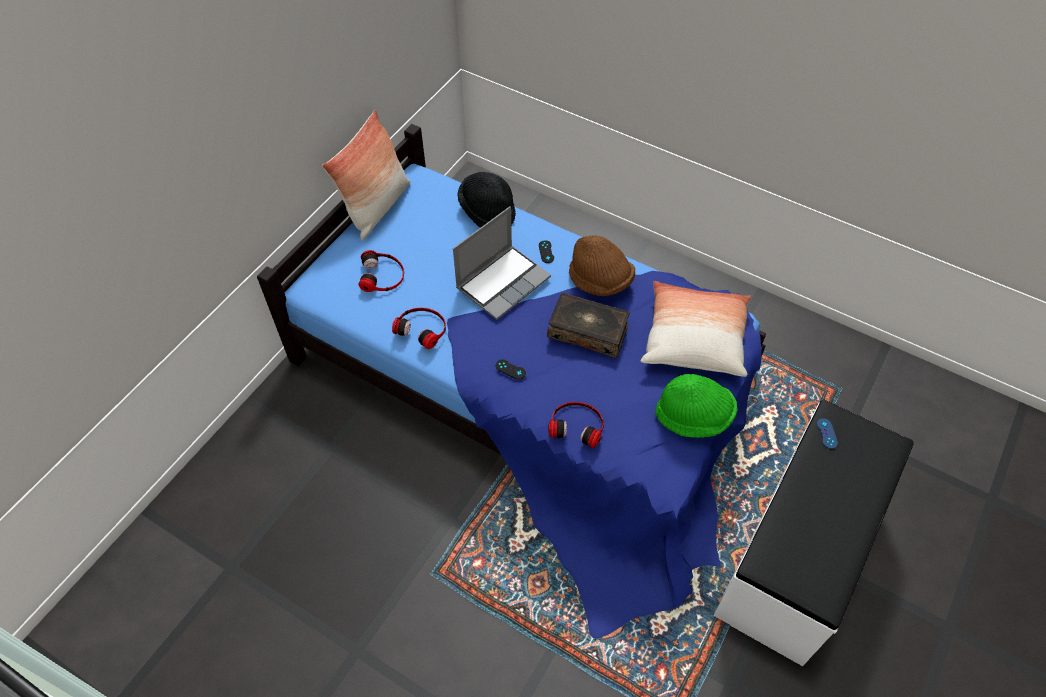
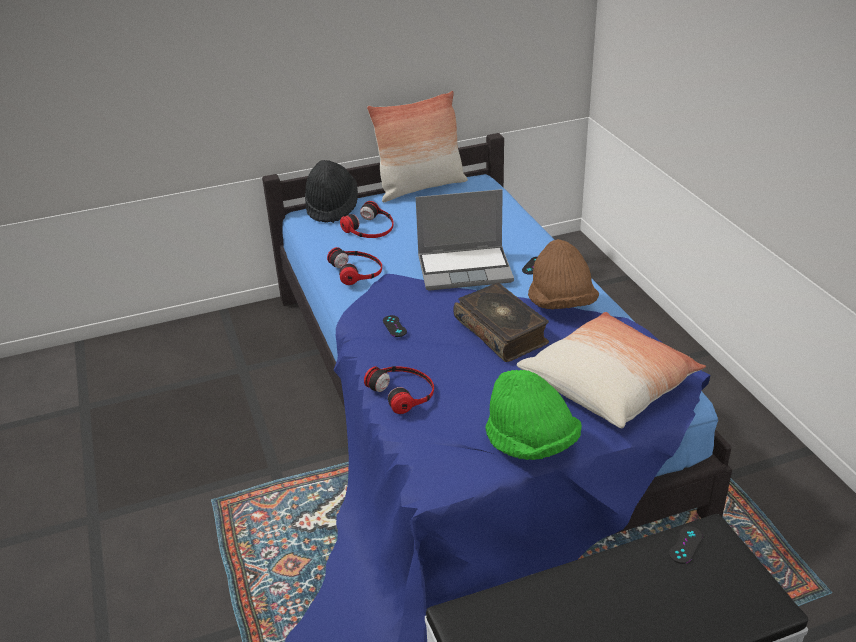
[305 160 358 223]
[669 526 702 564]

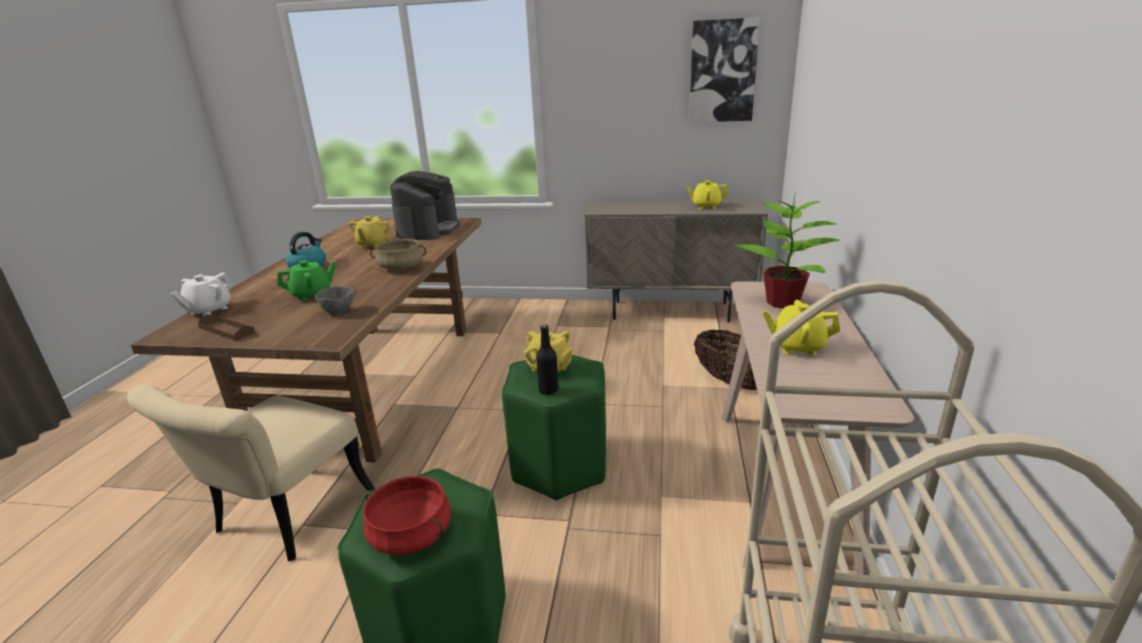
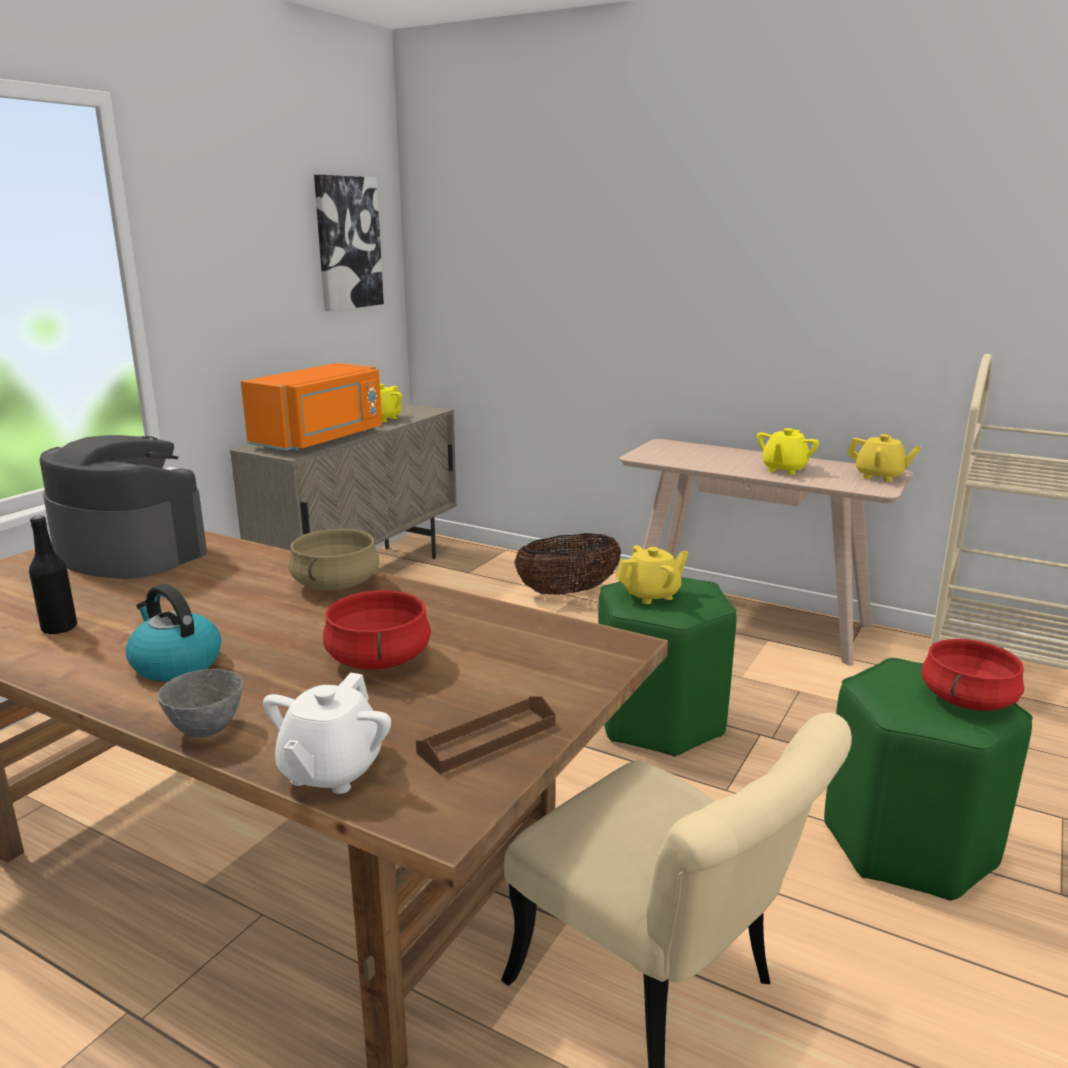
[263 672 391 794]
[323 590 431 670]
[158 669 243 737]
[847 434 921 482]
[29 516 77 635]
[735 191 841 309] (first image)
[241 362 382 451]

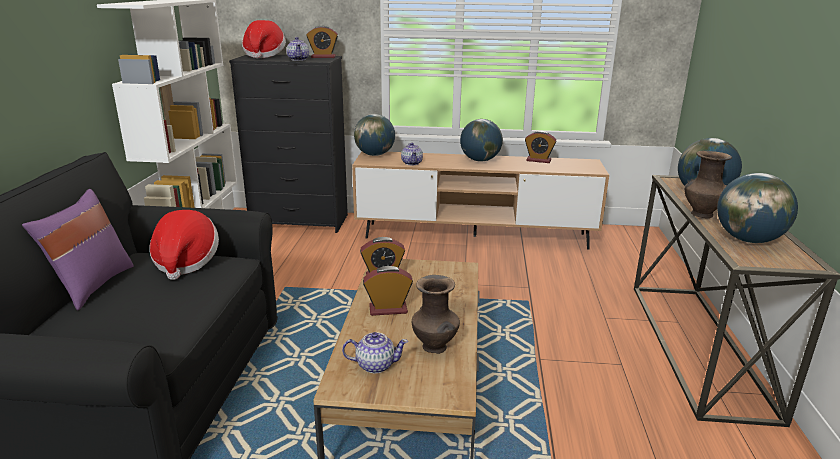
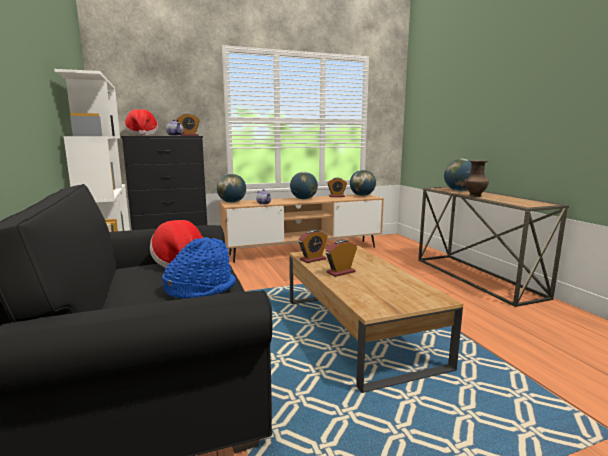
[22 189 134 310] (first image)
[342 332 408 373] (first image)
[412 275 460 354] (first image)
[350 170 376 196]
[162 237 236 299]

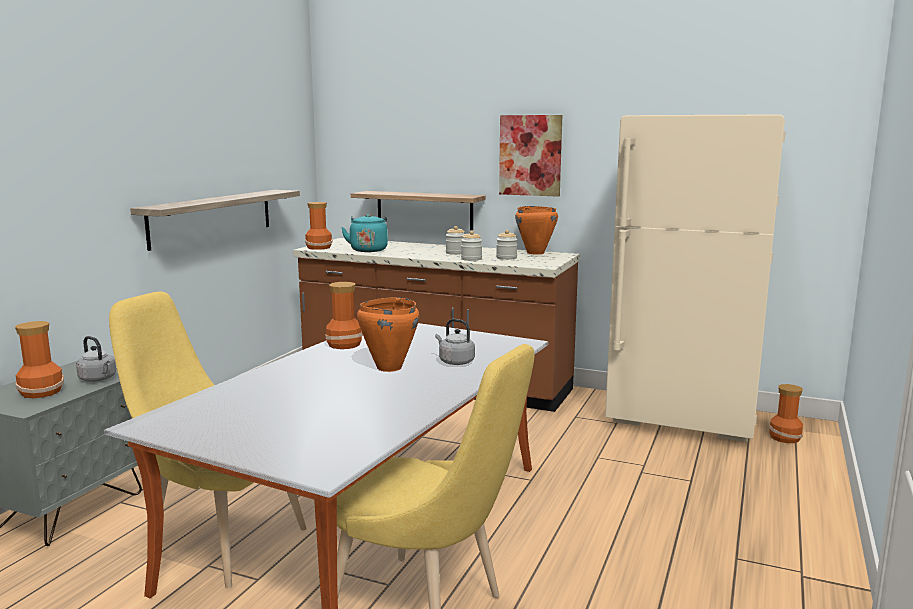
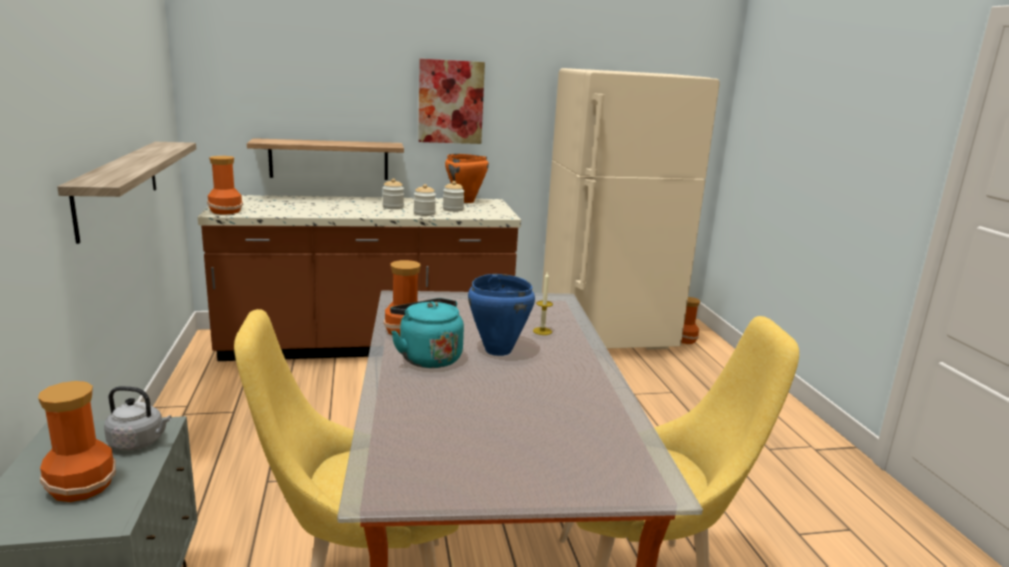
[390 298 464 368]
[468 274 535 356]
[533 272 553 335]

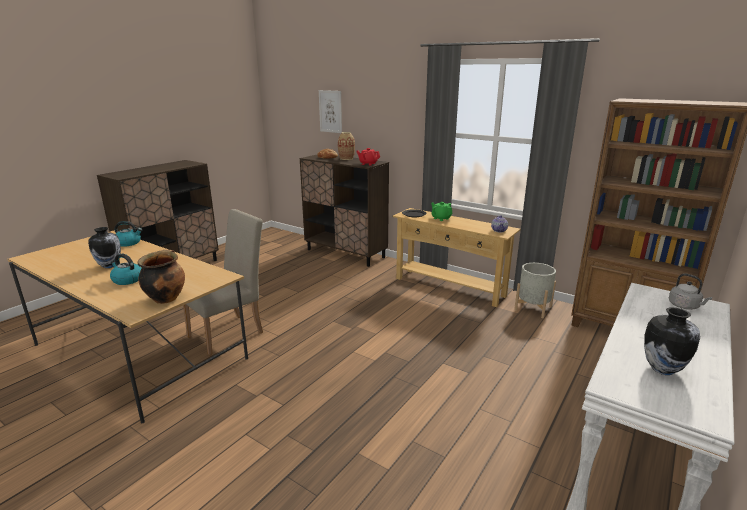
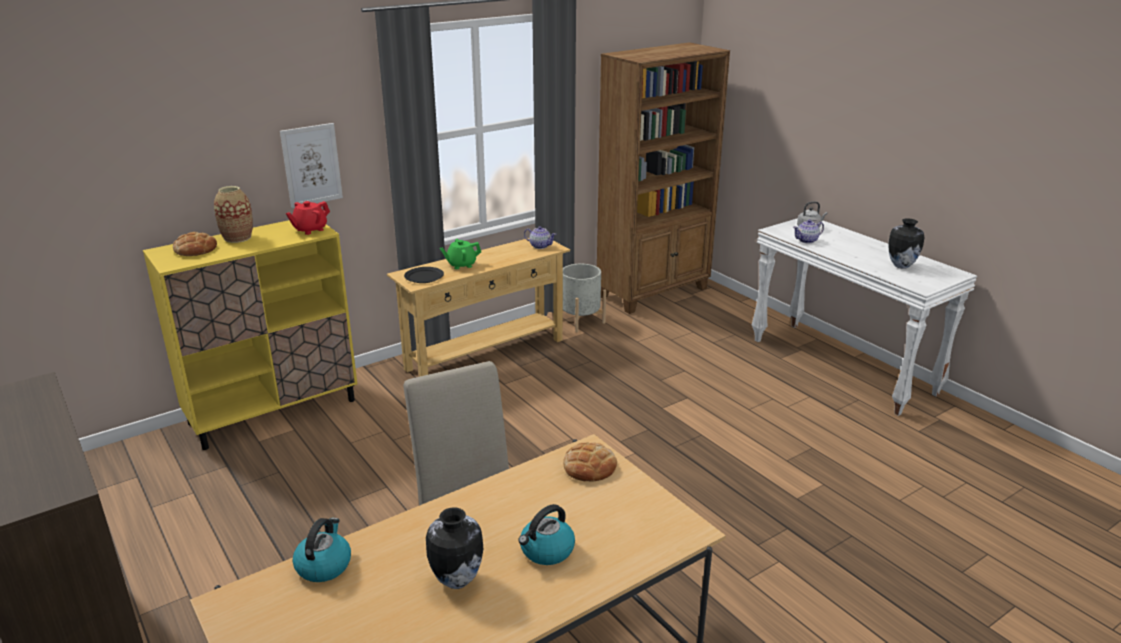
[138 249 185 304] (first image)
[143 220 357 450]
[280 123 343 208]
[563 442 617 482]
[793 219 824 243]

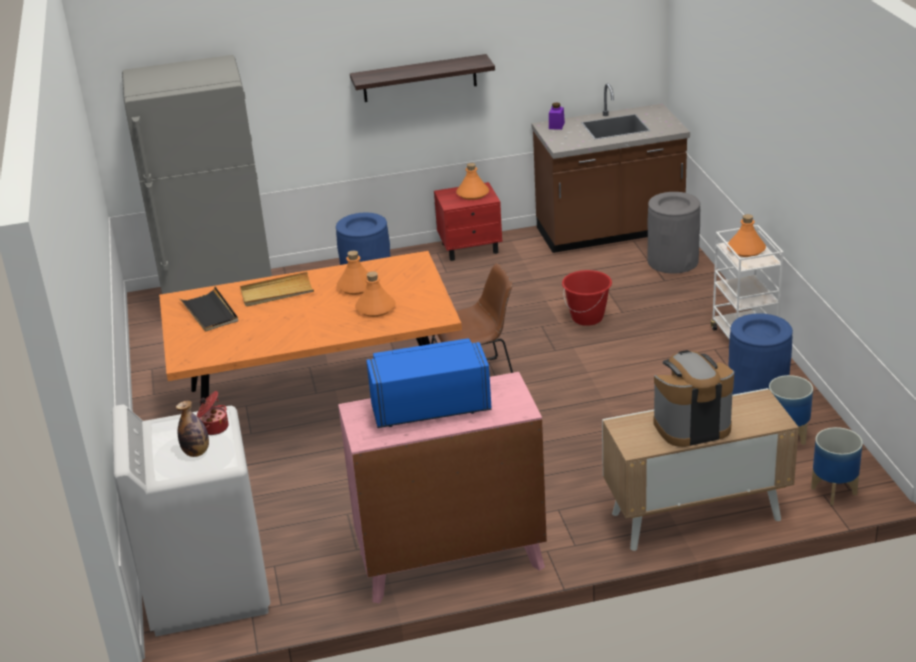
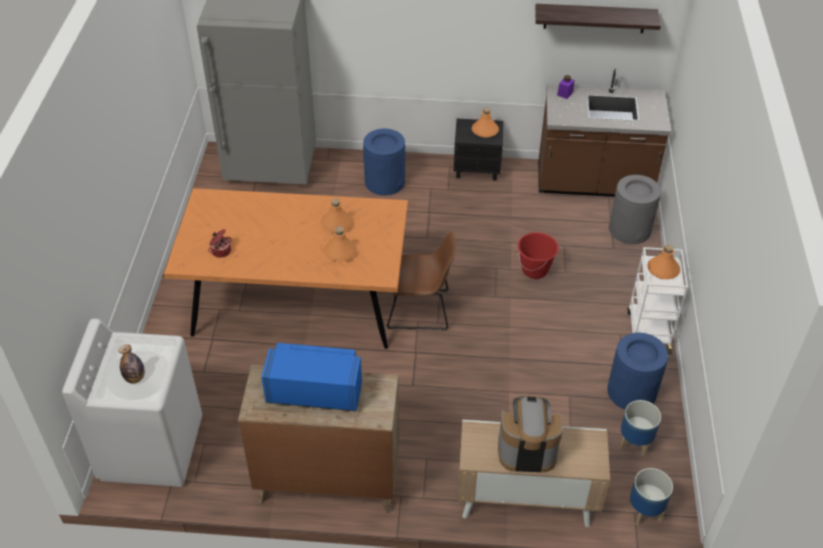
[178 286 238 332] (first image)
[208 229 232 258]
[240 272 314 307] (first image)
[238 365 399 513]
[535 4 661 33]
[453 119 503 181]

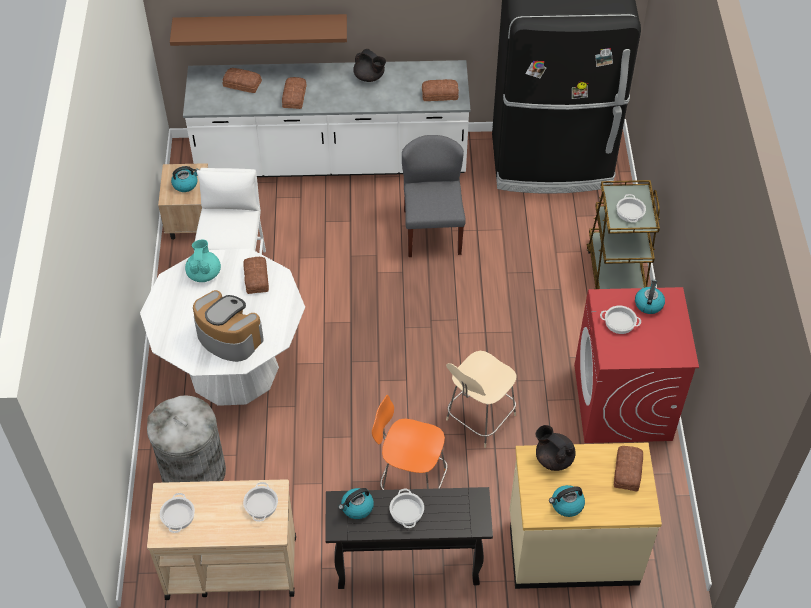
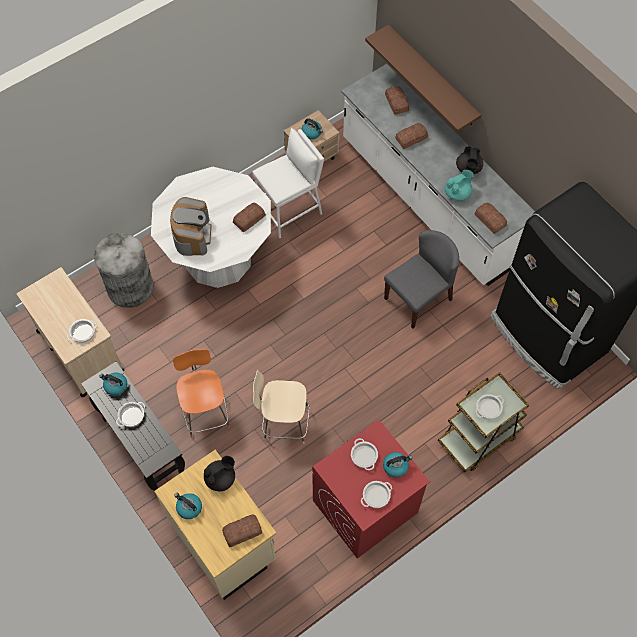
[361 481 392 508]
[445 170 474 201]
[204 456 235 491]

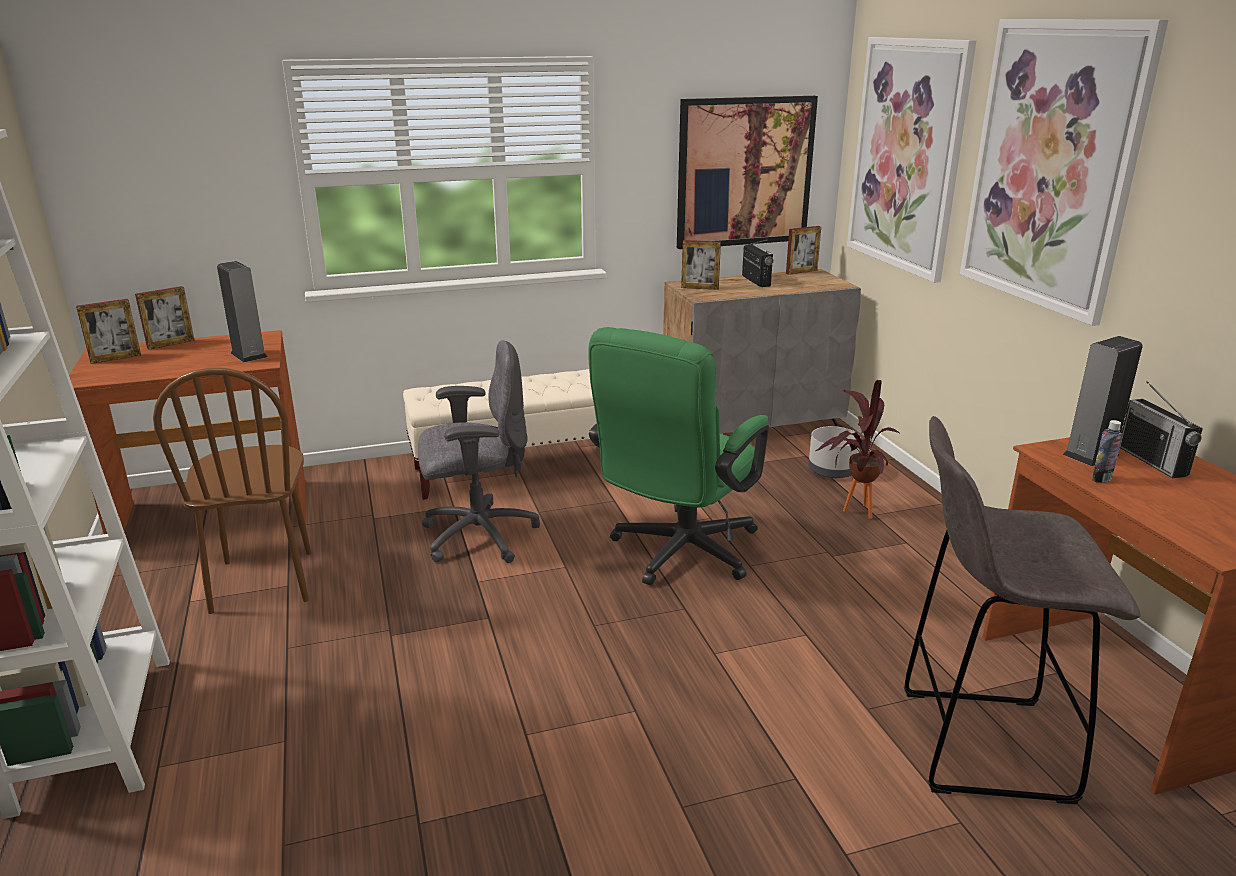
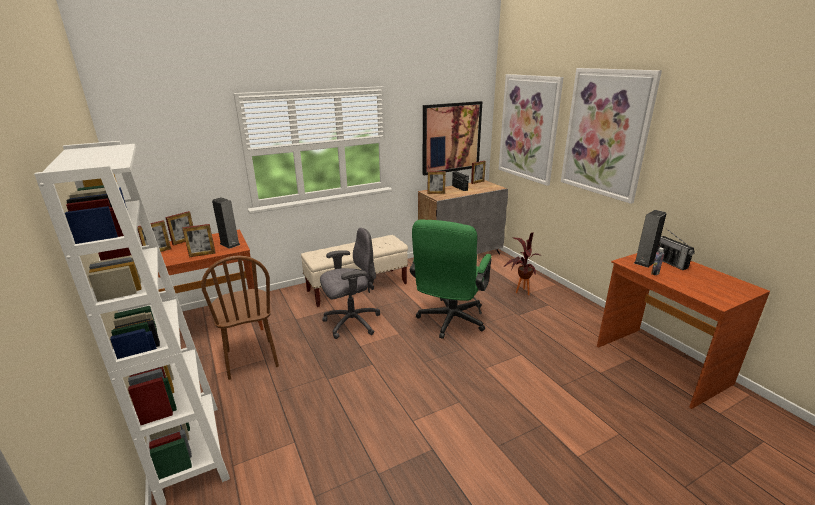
[808 426 861 478] (first image)
[904 416 1141 804] (first image)
[182 224 216 257]

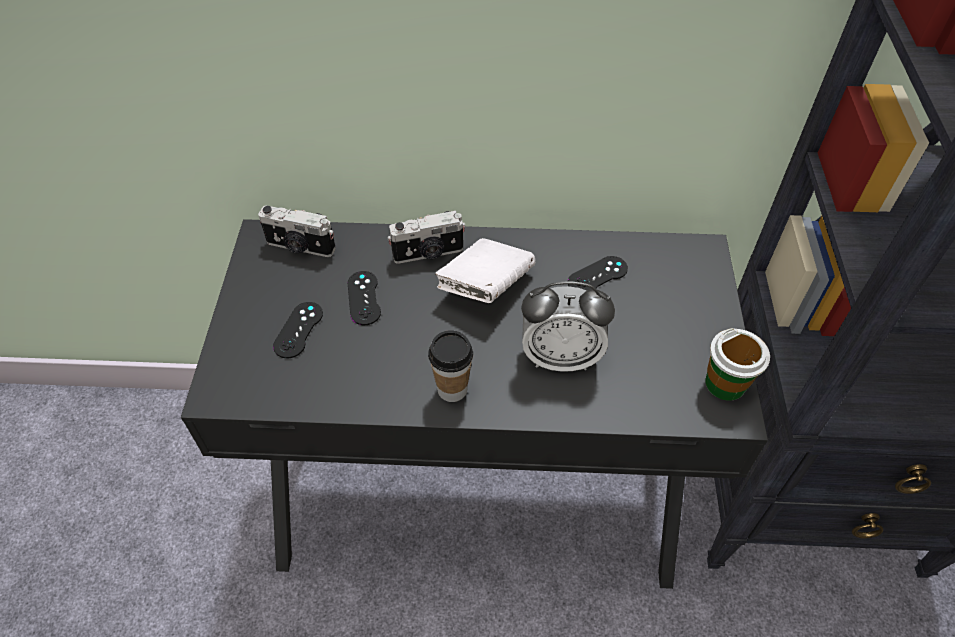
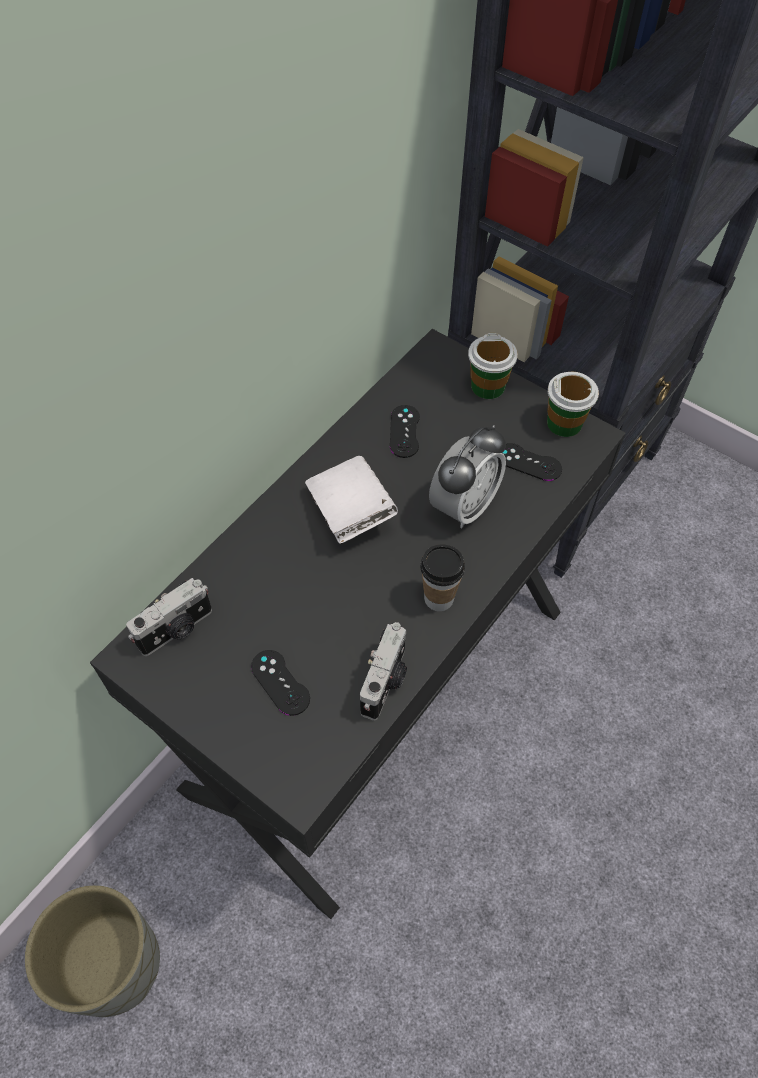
[503 443 562 481]
[360 622 407 721]
[25 885 160 1017]
[468 333 518 399]

